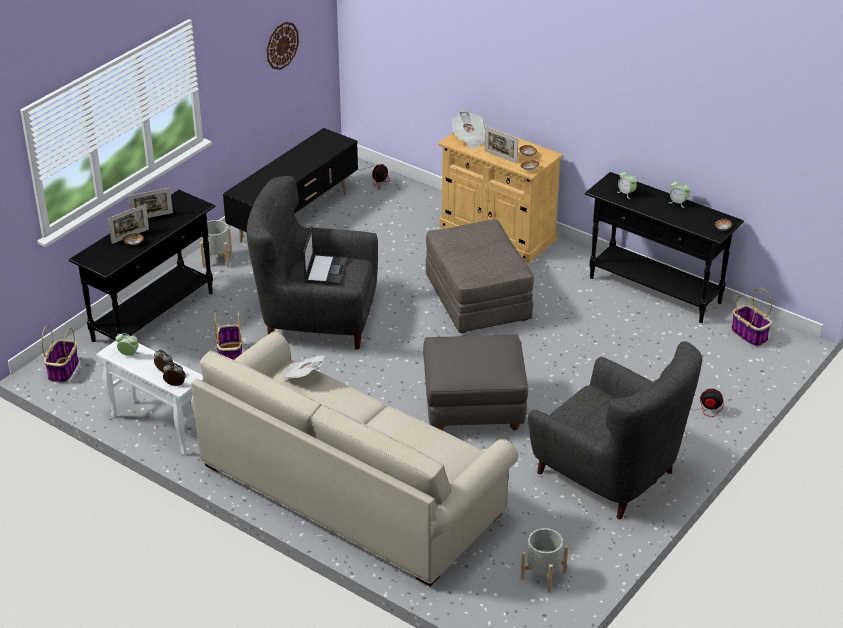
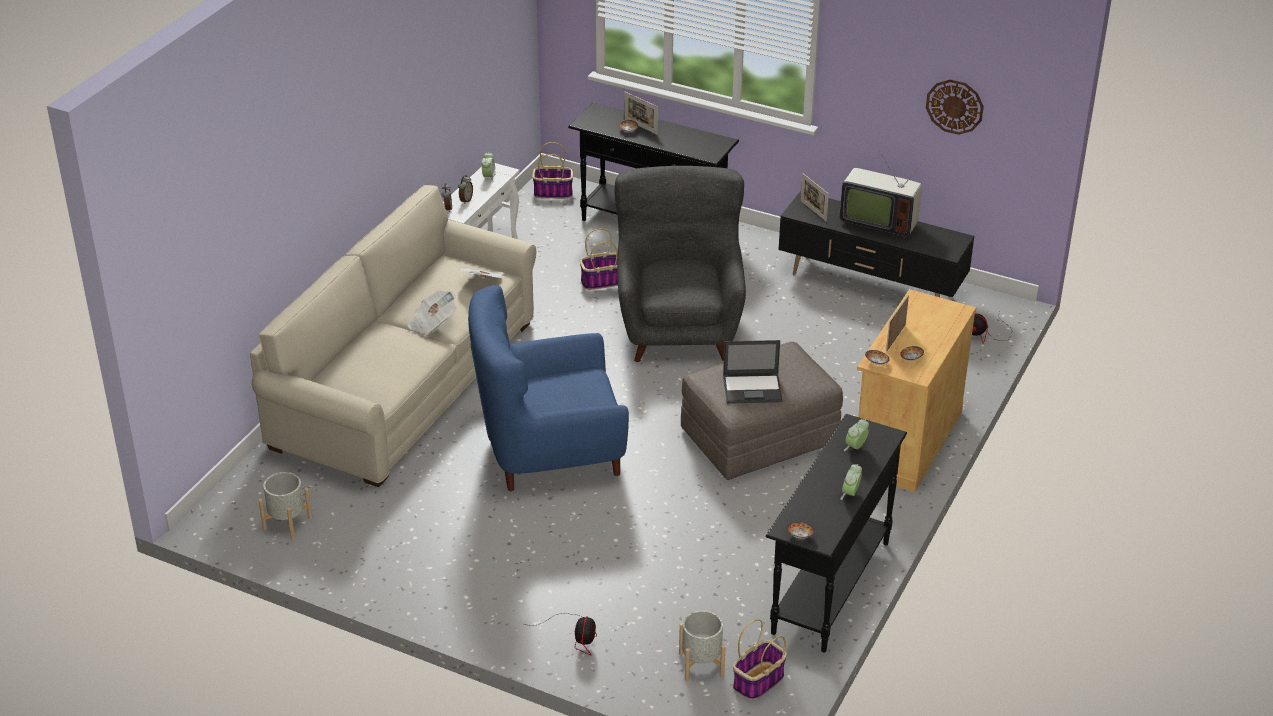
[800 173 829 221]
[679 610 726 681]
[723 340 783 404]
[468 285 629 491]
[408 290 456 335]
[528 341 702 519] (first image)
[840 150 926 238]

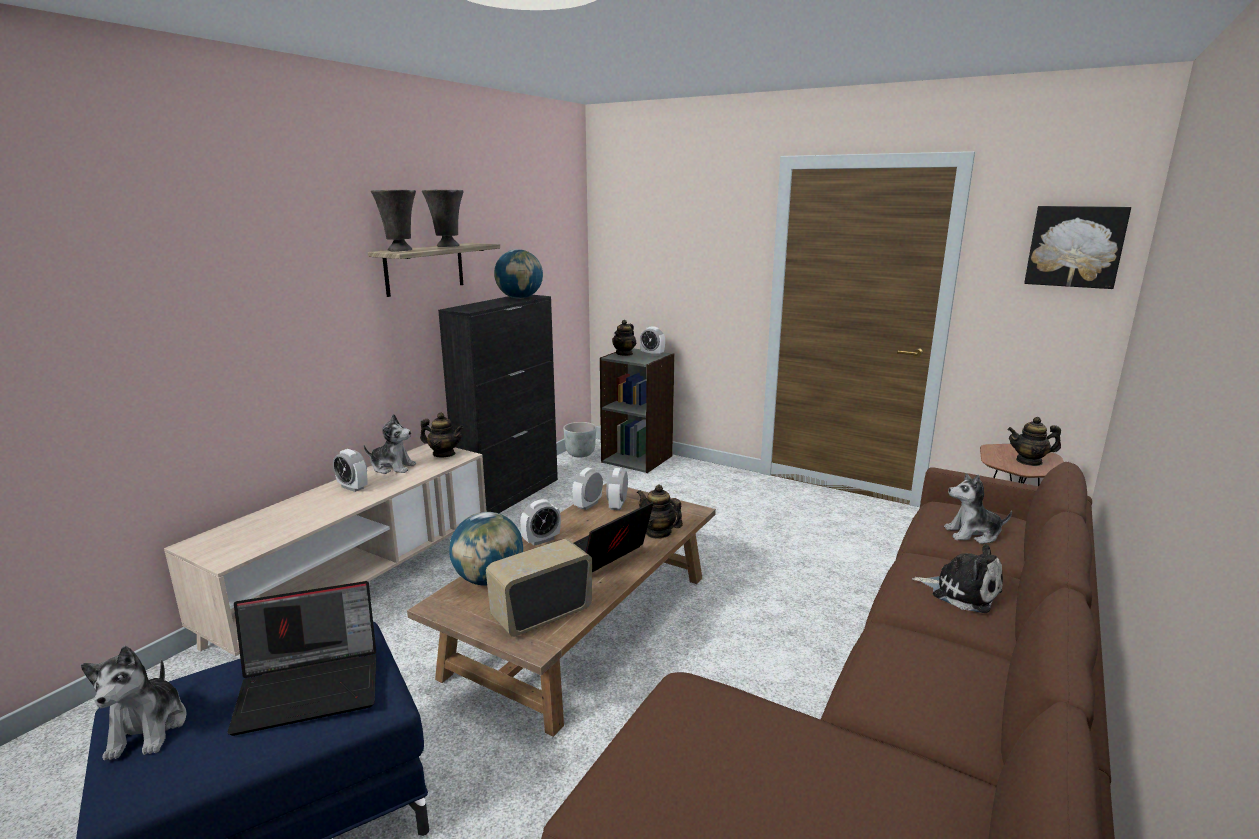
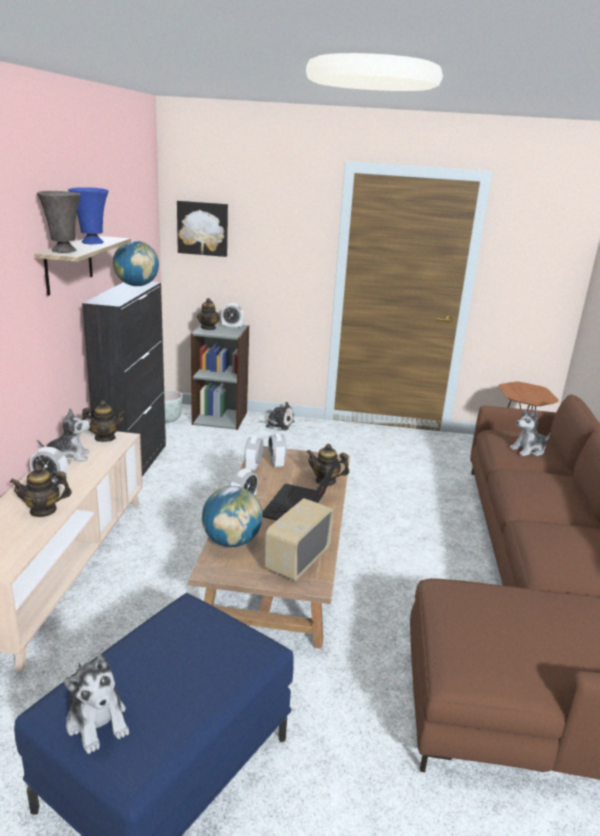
[227 581 376 736] (first image)
[68 187 109 244]
[257 402 294 430]
[10 465 72 517]
[177 200 228 257]

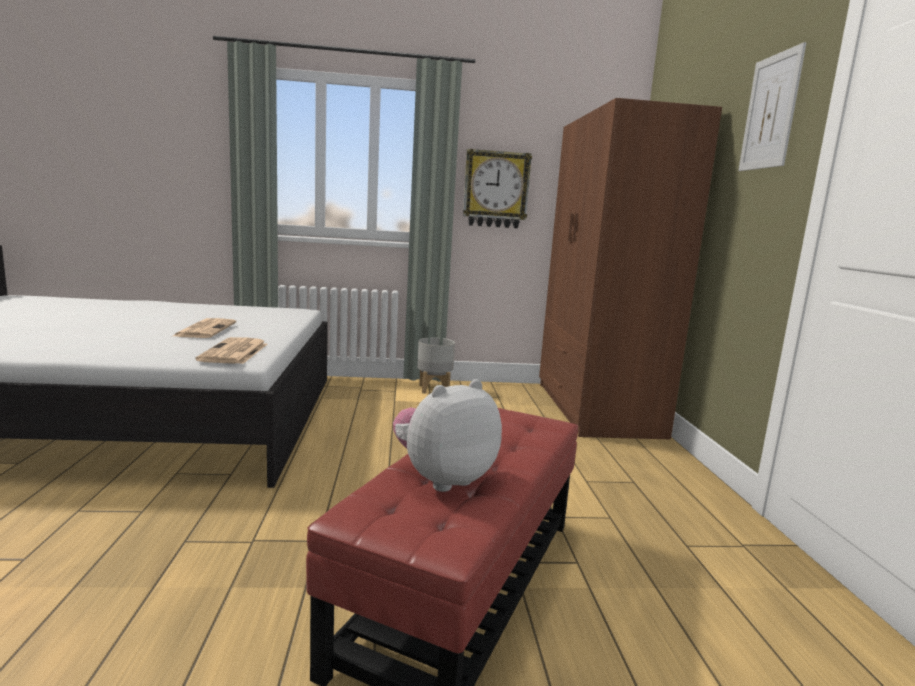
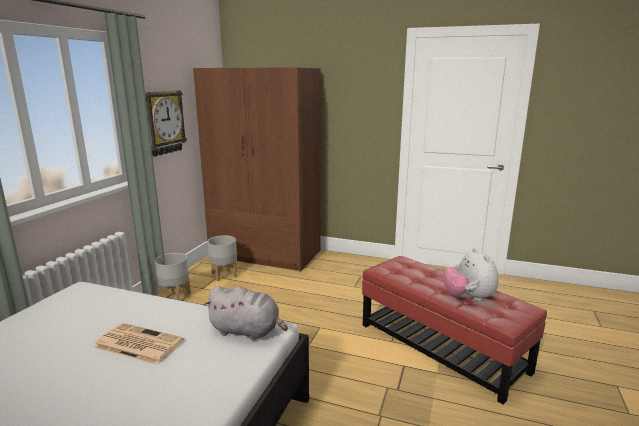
[203 286 288 341]
[738 42 806 171] (first image)
[208 235 237 281]

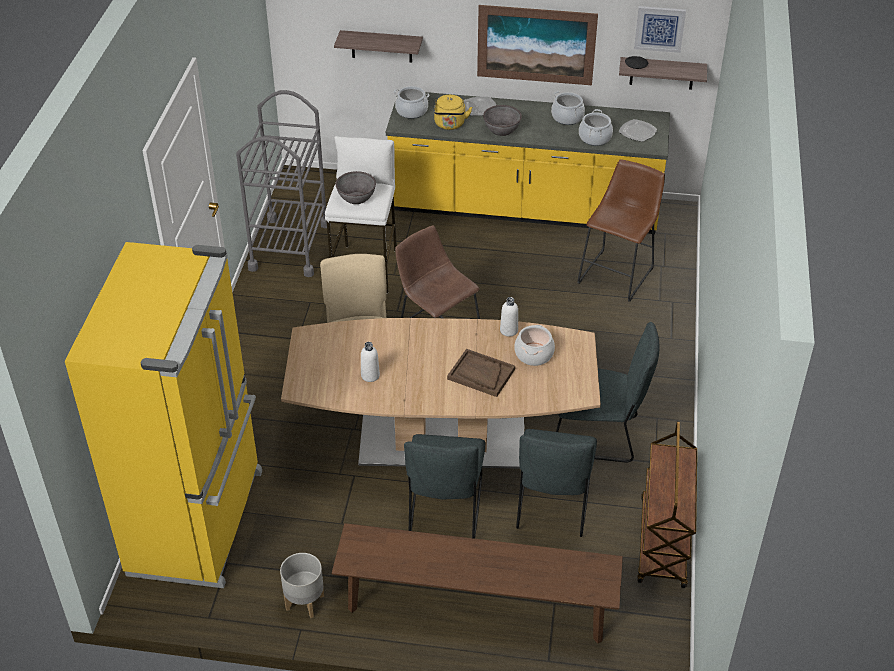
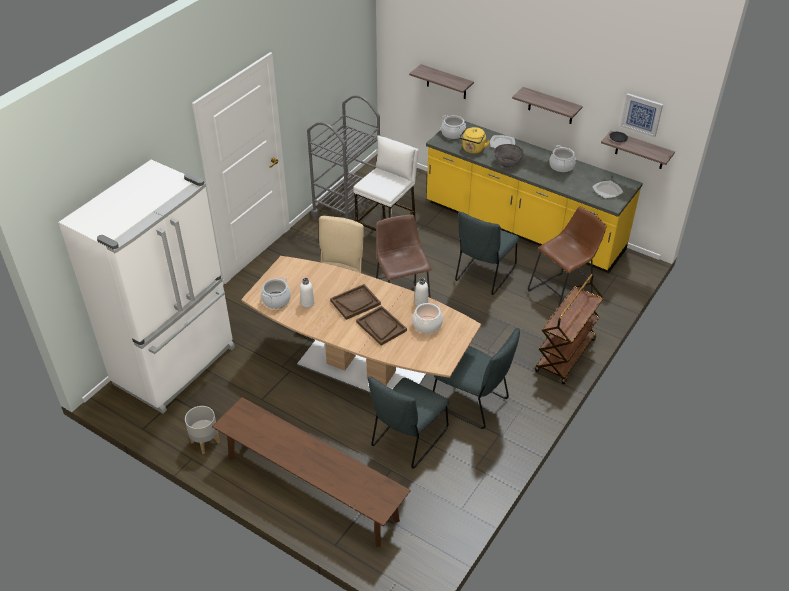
[58 160 235 414]
[336 171 376 204] (first image)
[455 212 520 295]
[512 87 583 124]
[261 277 291 309]
[535 274 604 384]
[330 284 381 320]

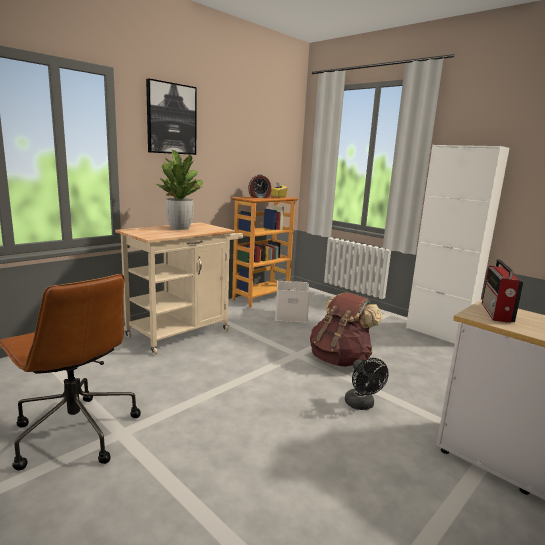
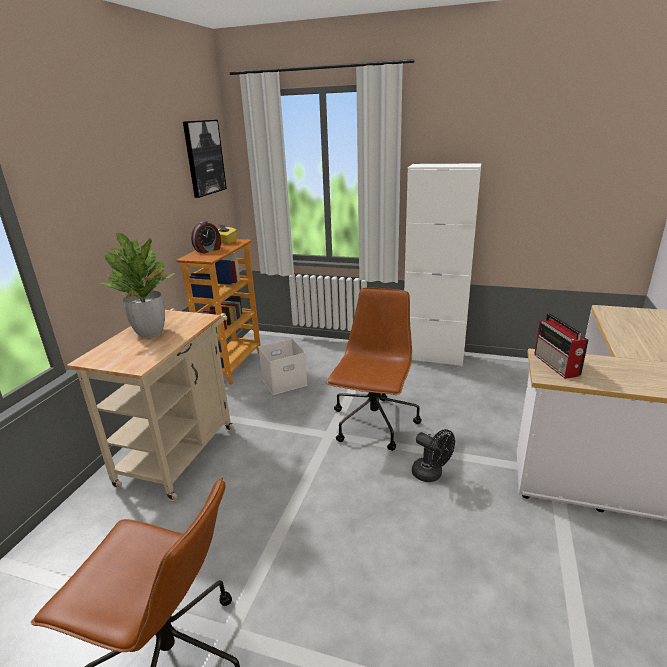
[183 120 227 198]
[327 287 422 451]

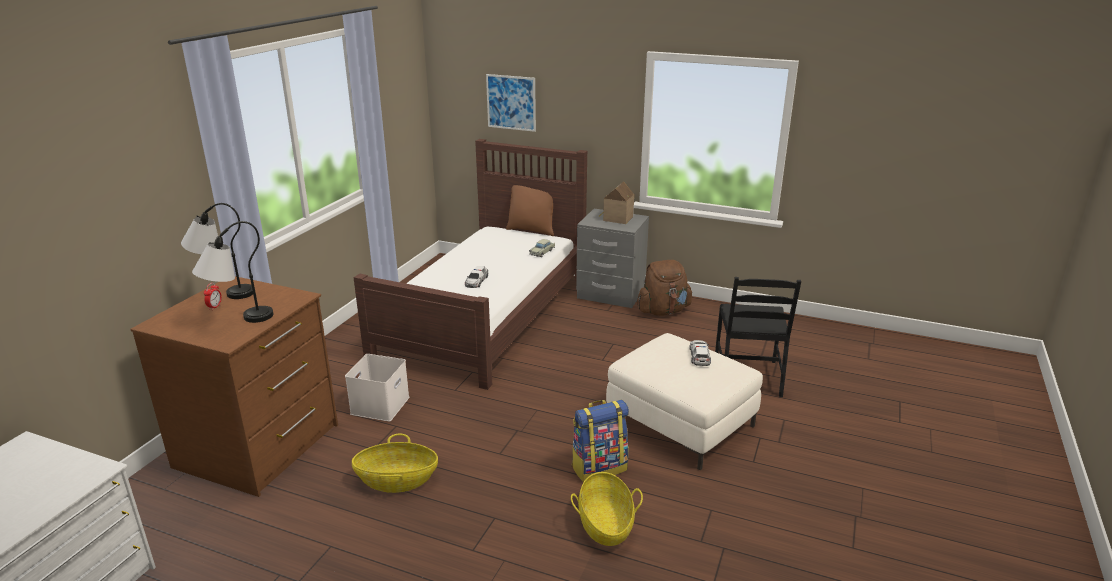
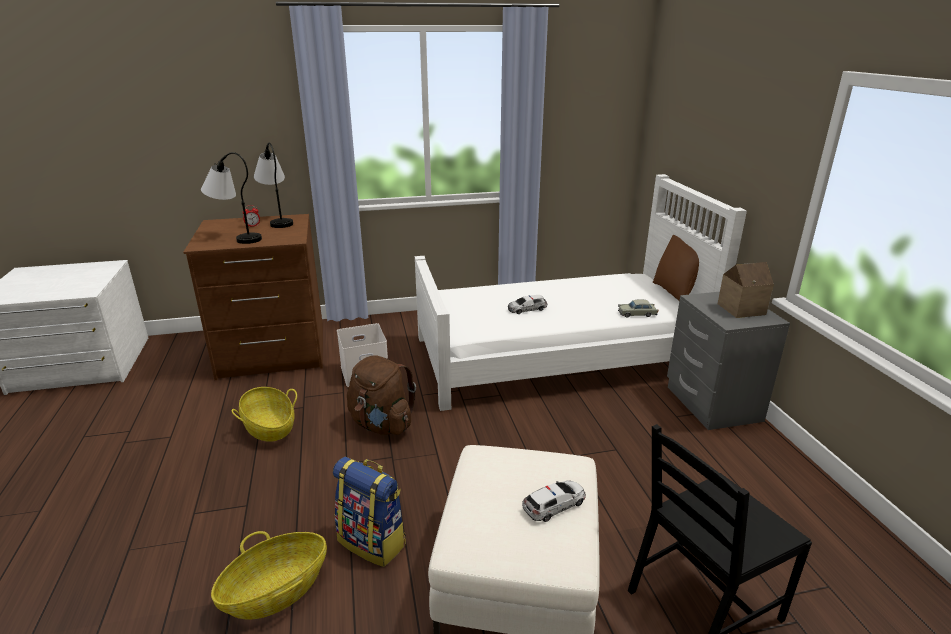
[415 174 747 411]
[486 74 536 132] (first image)
[347 355 416 435]

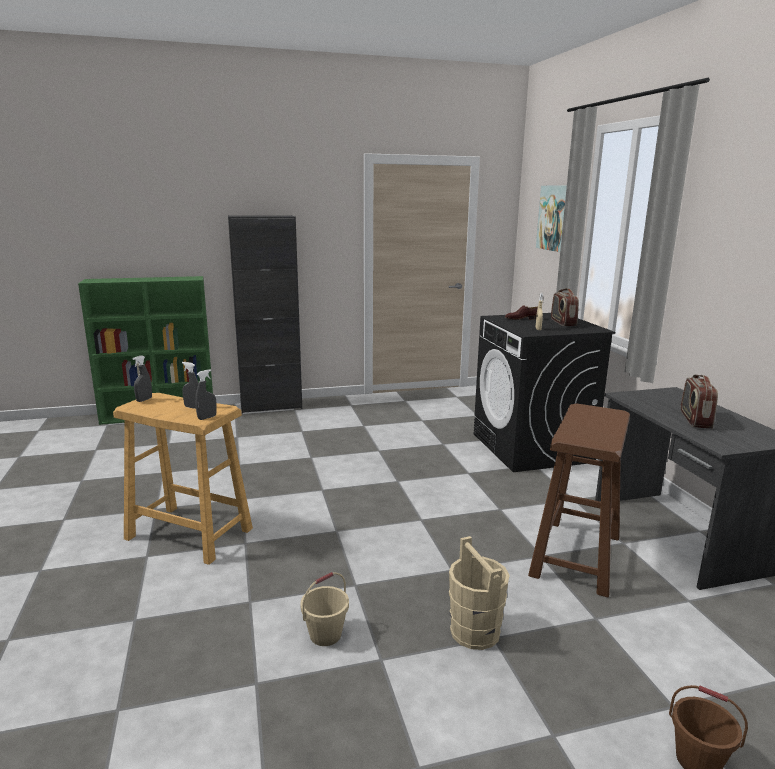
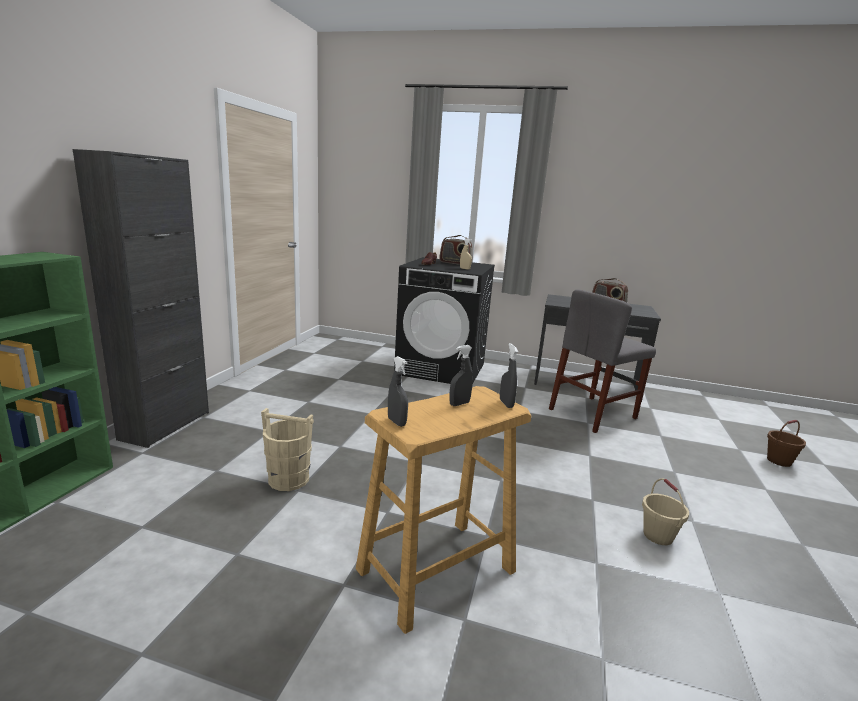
[261 408 314 491]
[549 289 656 433]
[536 186 567 252] (first image)

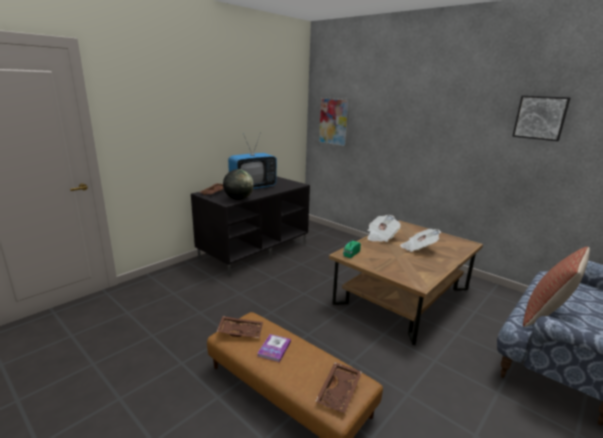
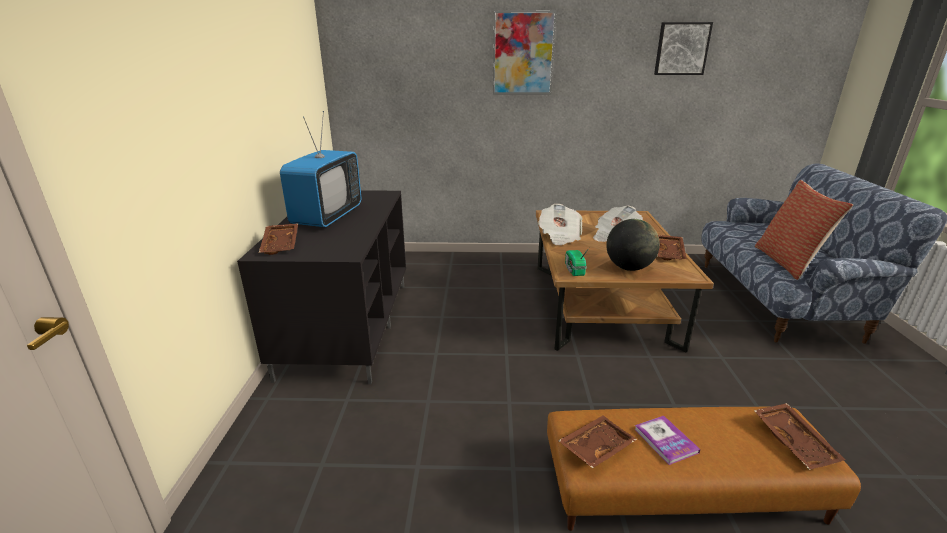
[606 219 660 271]
[493 11 556 95]
[657 235 687 260]

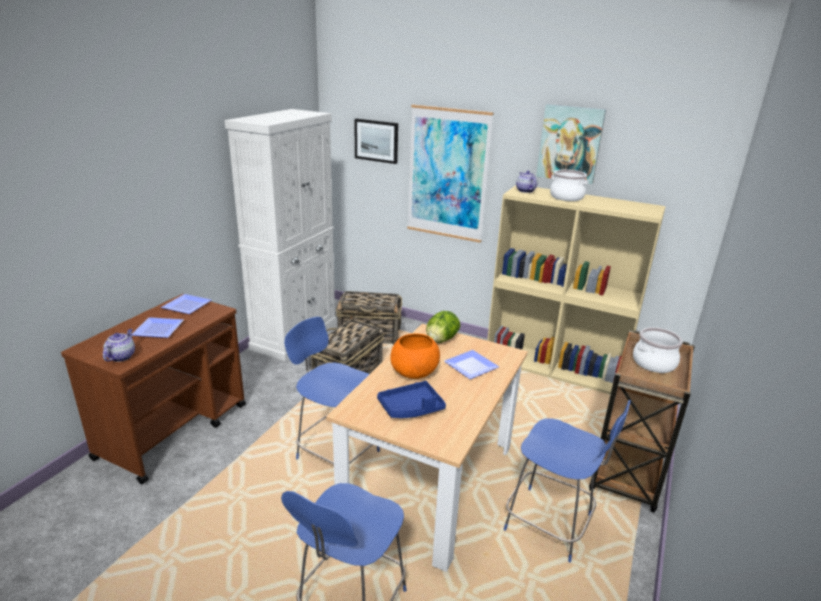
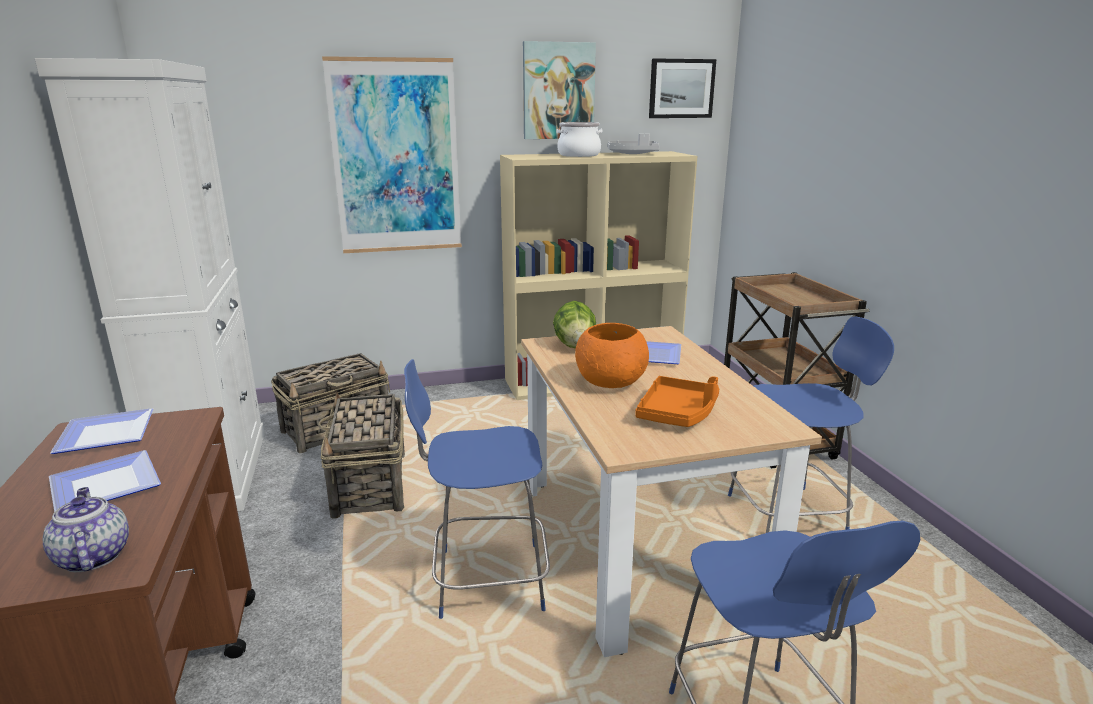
[649 58 717 118]
[635 376 720 427]
[516 171 538 193] (first image)
[633 327 683 373] (first image)
[607 134 660 154]

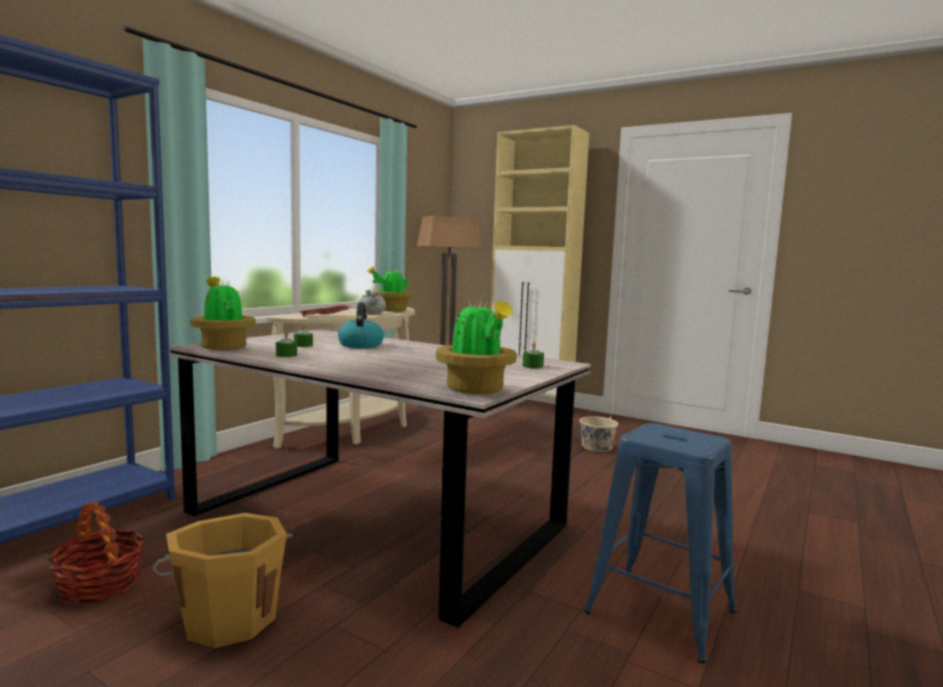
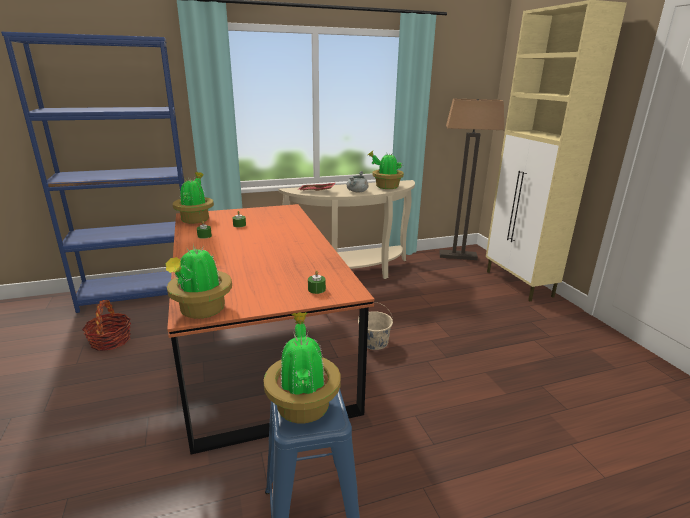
[153 513 293 648] (first image)
[167 204 374 455]
[338 302 384 348] (first image)
[358 302 393 350]
[264 312 341 423]

